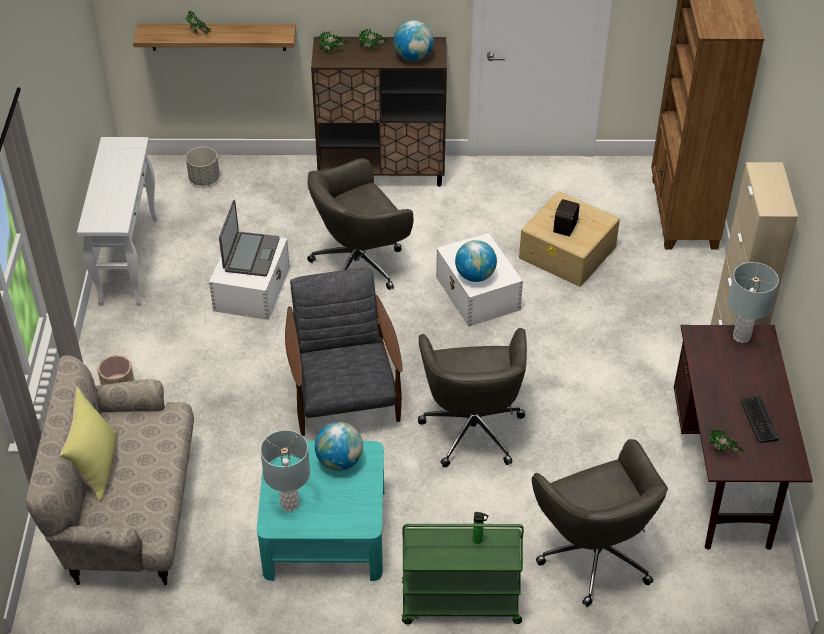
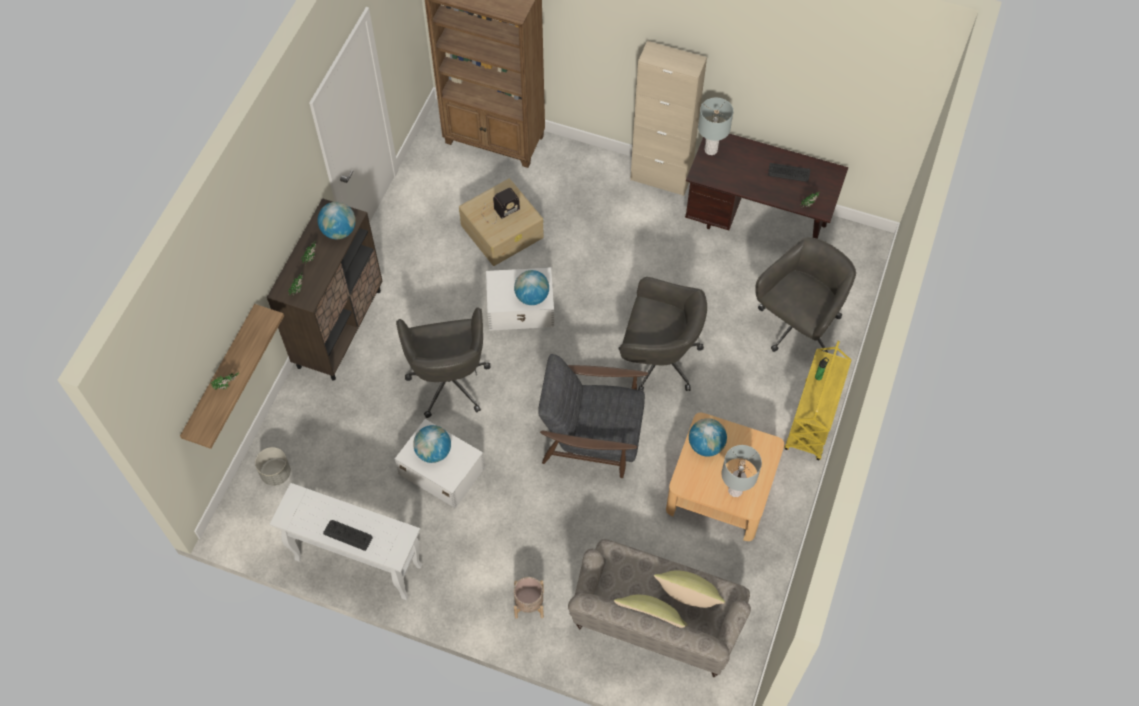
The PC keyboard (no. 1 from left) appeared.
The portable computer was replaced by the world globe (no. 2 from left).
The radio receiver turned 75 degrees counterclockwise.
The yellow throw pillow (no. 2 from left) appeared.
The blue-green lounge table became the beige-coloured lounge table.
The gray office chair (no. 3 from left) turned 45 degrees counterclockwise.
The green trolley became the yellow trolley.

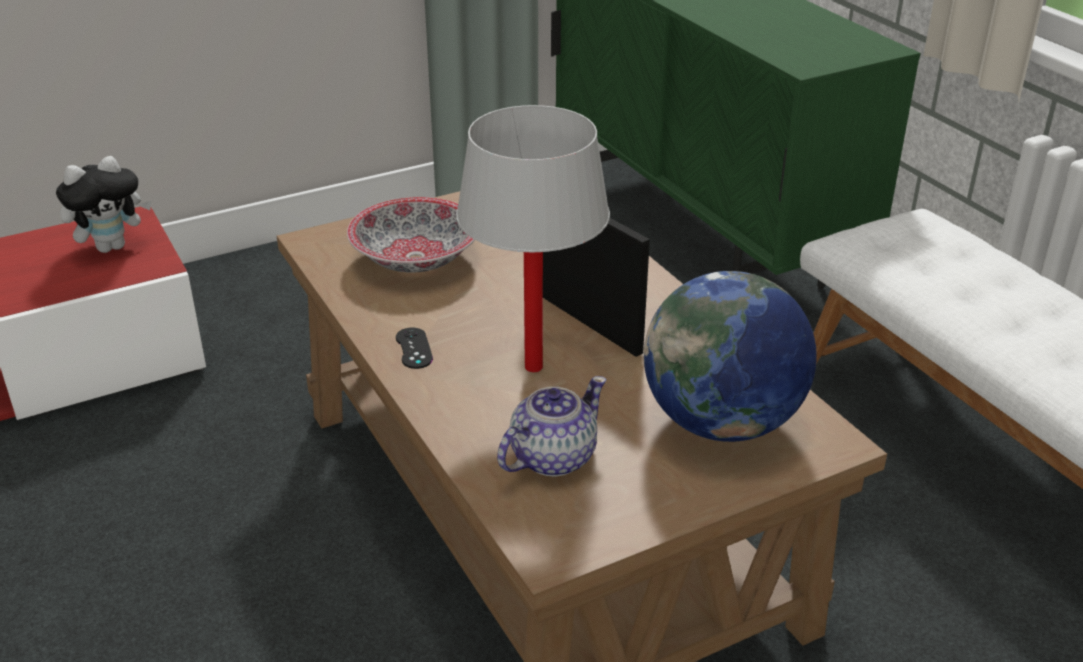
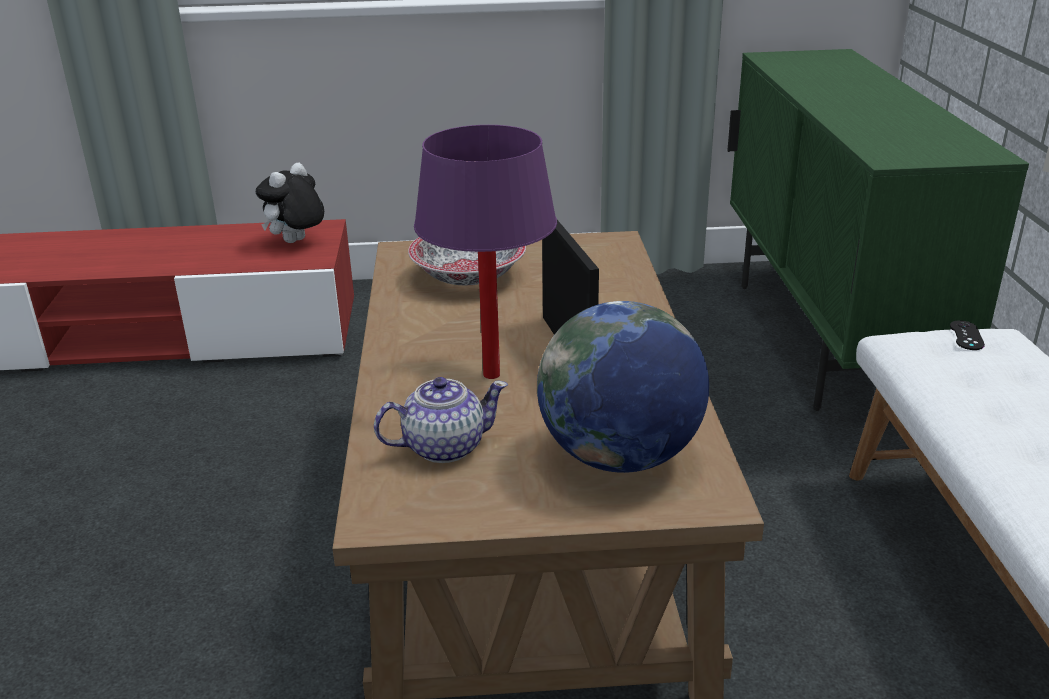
The plush toy turned 135 degrees clockwise.
The white-coloured tabletop lamp became the purplish tabletop lamp.
The black-coloured game controller moved.

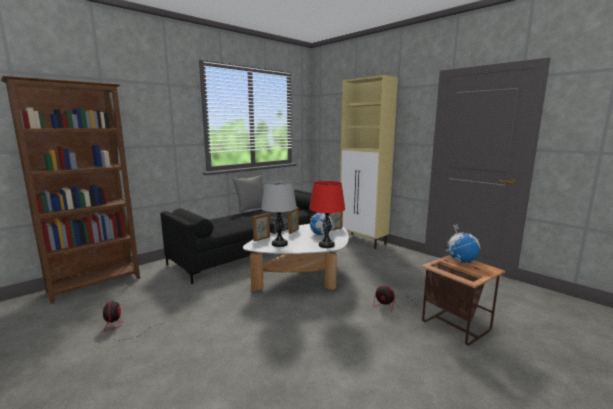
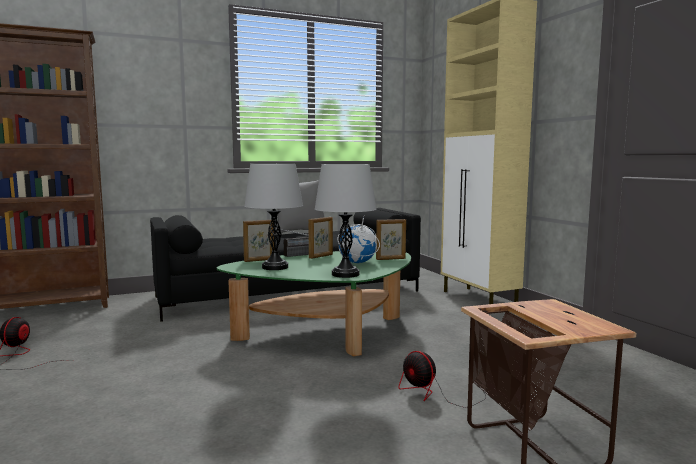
The white-coloured lounge table became the green lounge table.
The reddish tabletop lamp became the gray tabletop lamp (no. 2 from left).
The world globe (no. 2 from left) disappeared.

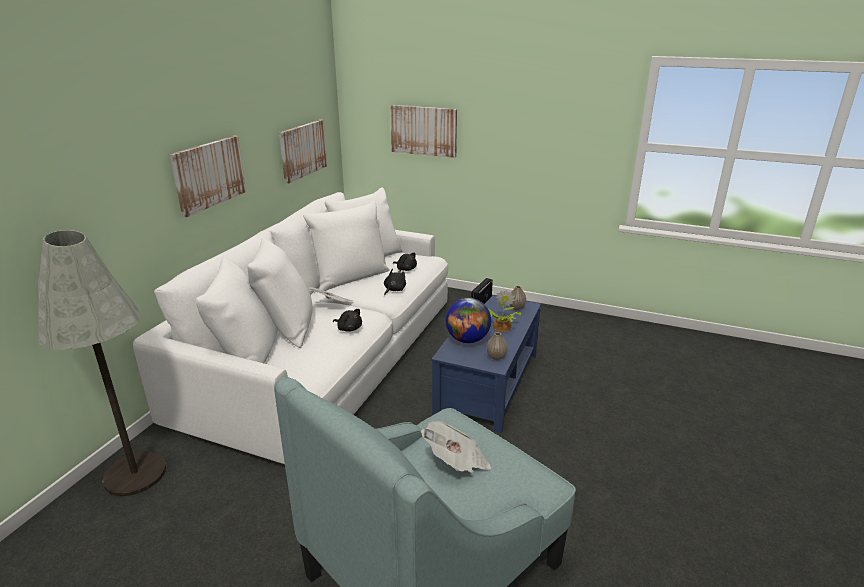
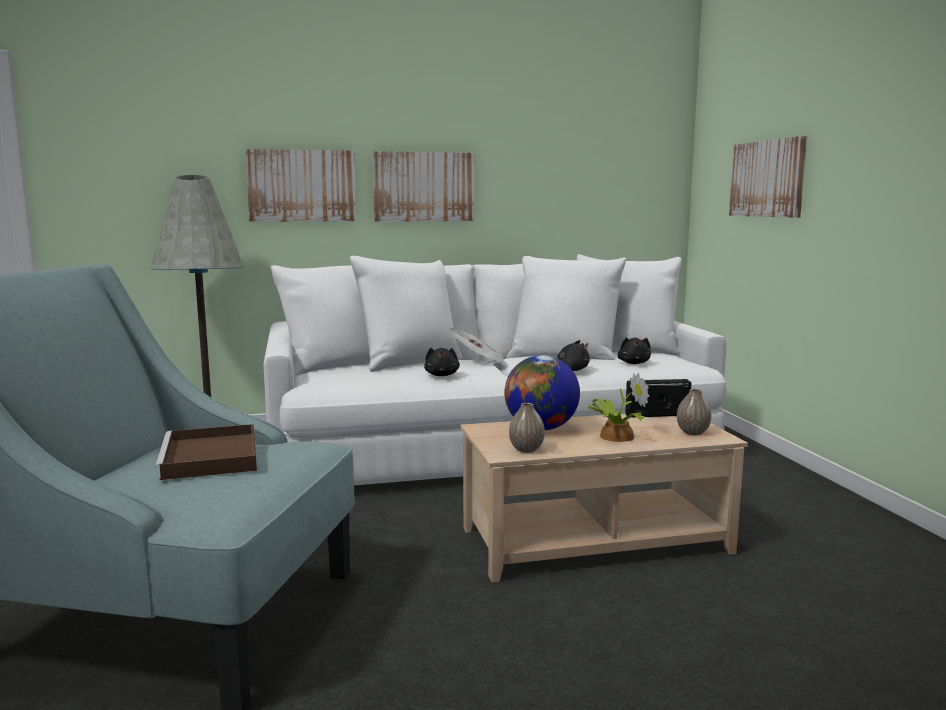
The printed paper (no. 2 from left) was replaced by the brown-coloured tray.
The wall art (no. 2 from left in the first image) moved.
The blue-coloured lounge table became the beige-coloured lounge table.

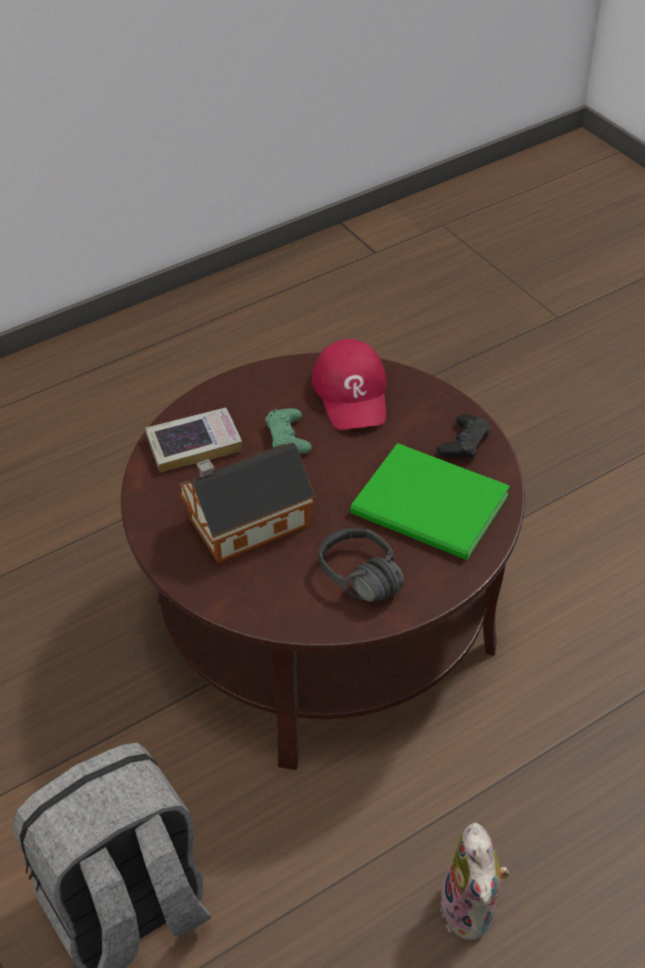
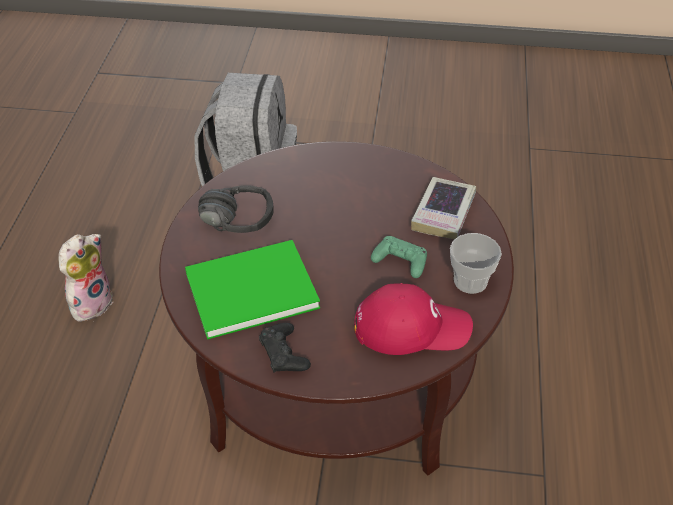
The plush toy turned 90 degrees clockwise.
The reddish peaked cap turned 150 degrees clockwise.
The small cup appeared.
The model house disappeared.

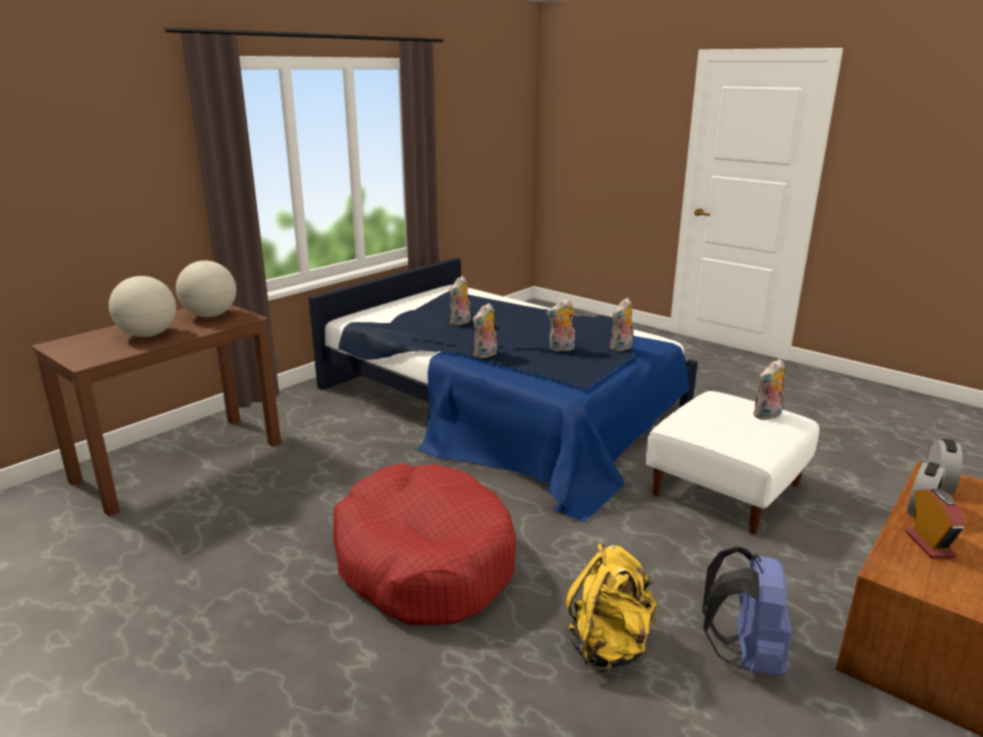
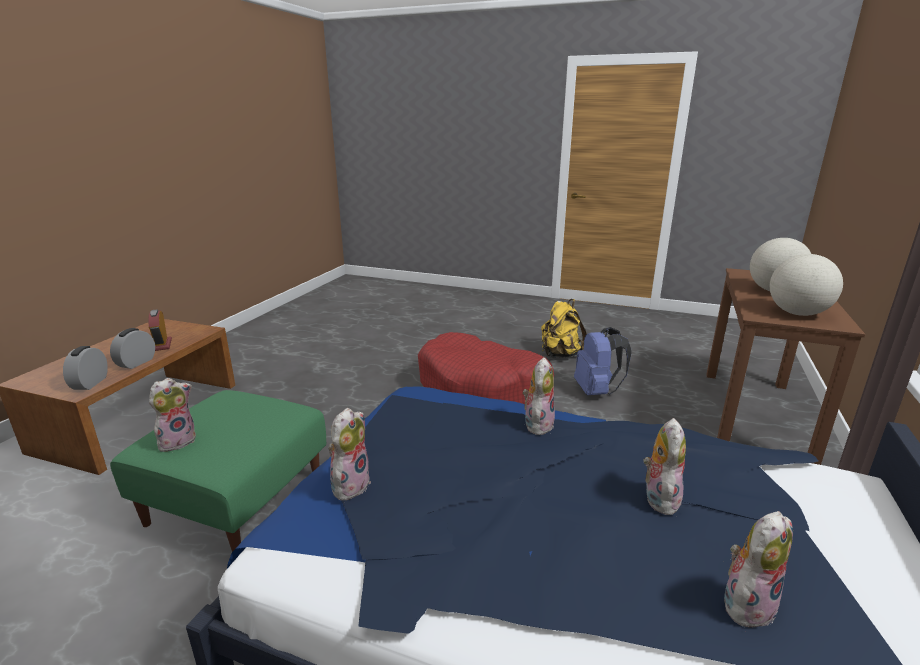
The white-coloured footrest became the green footrest.
The yellow rucksack moved.
The blue-coloured rucksack moved.
The plush toy (no. 3 from left in the first image) moved.

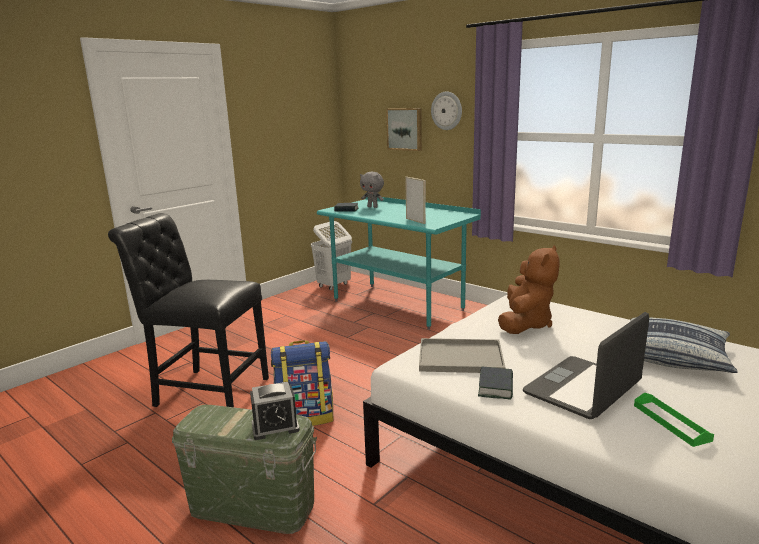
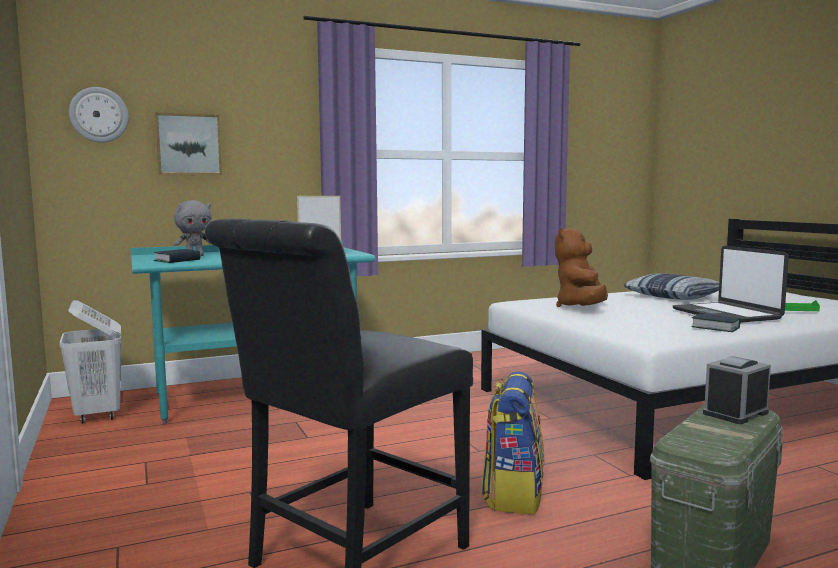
The wall clock moved.
The brown-coloured plush toy turned 120 degrees counterclockwise.
The bedside clock turned 135 degrees counterclockwise.
The gray tray disappeared.

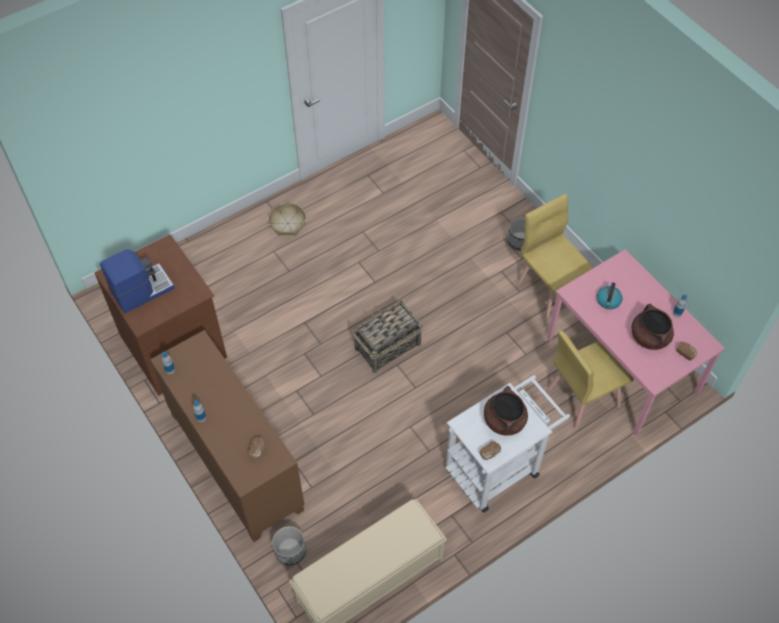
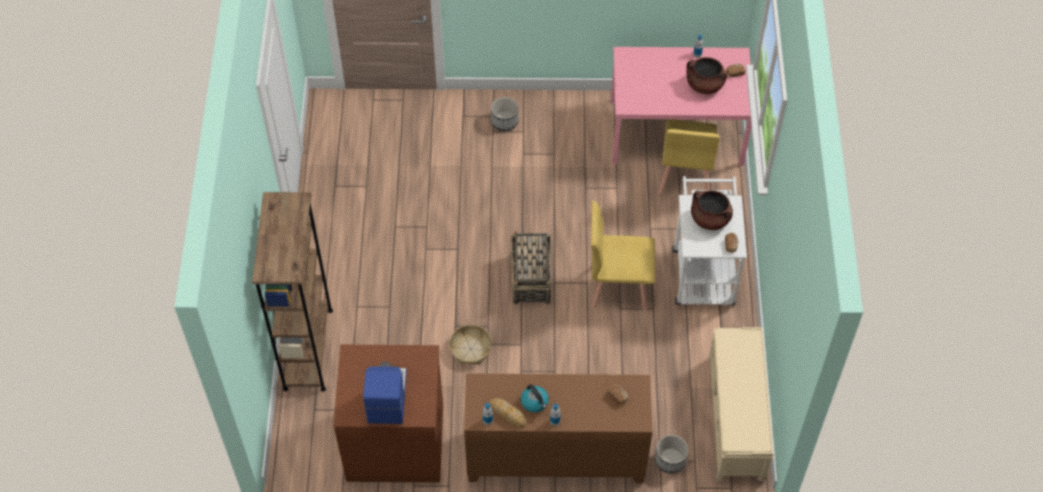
The brown-coloured bookcase appeared.
The storage basket (no. 1 from left) moved.
The baked bread (no. 1 from left) appeared.
The water kettle moved.
The yellow upright chair (no. 1 from left) moved.

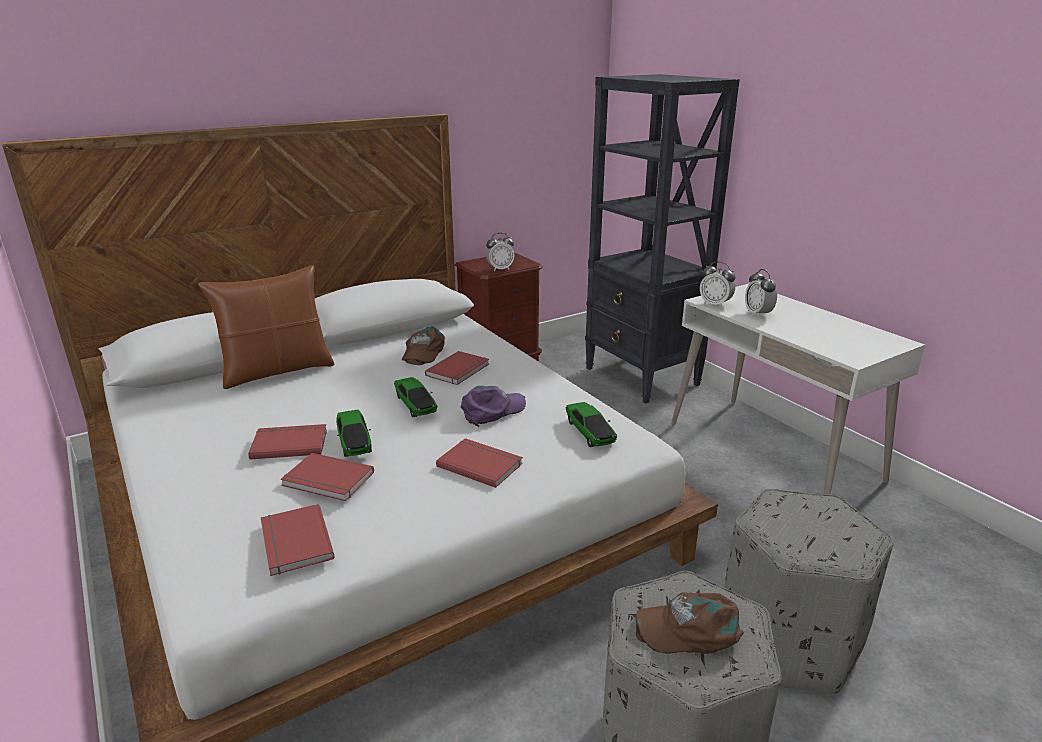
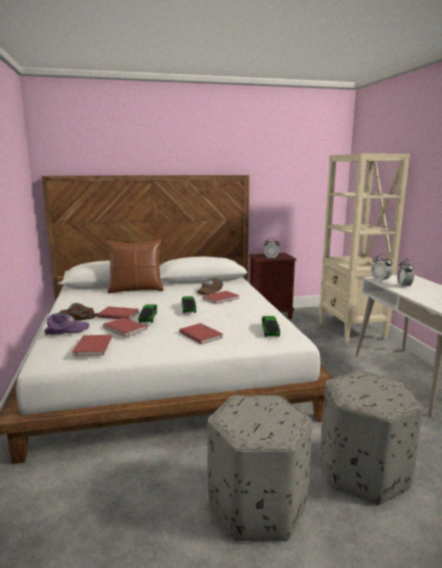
The purplish peaked cap moved.
The brown-coloured peaked cap (no. 2 from left in the first image) moved.
The black-coloured bookcase became the beige-coloured bookcase.

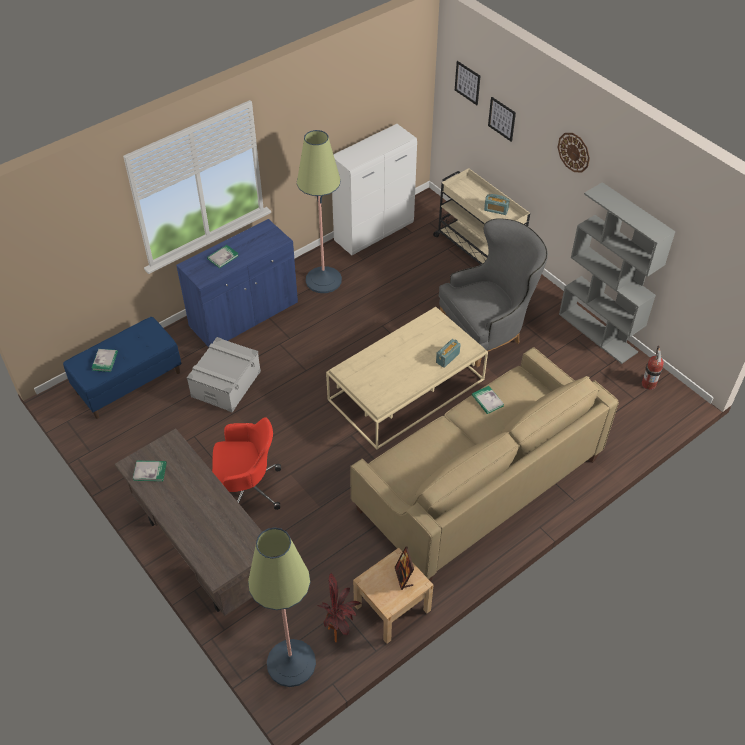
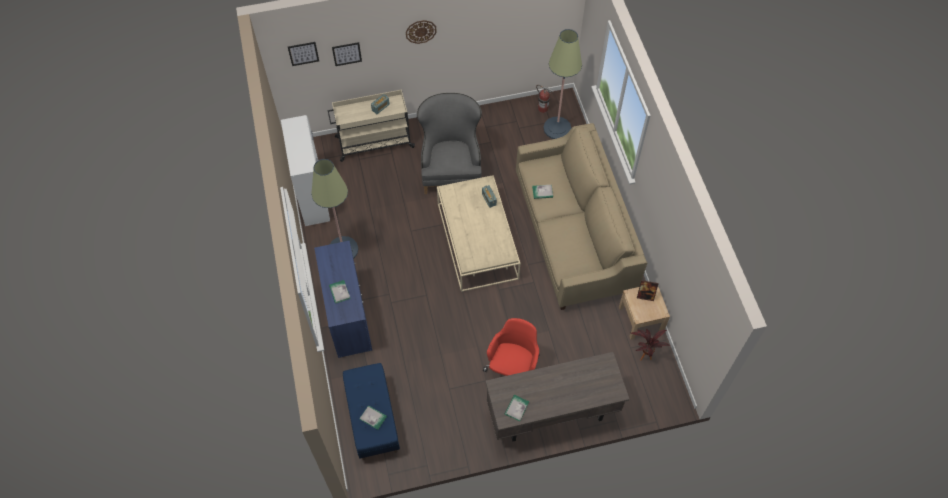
The floor lamp (no. 1 from left in the first image) moved.
The gray storage container disappeared.
The gray bookcase disappeared.

